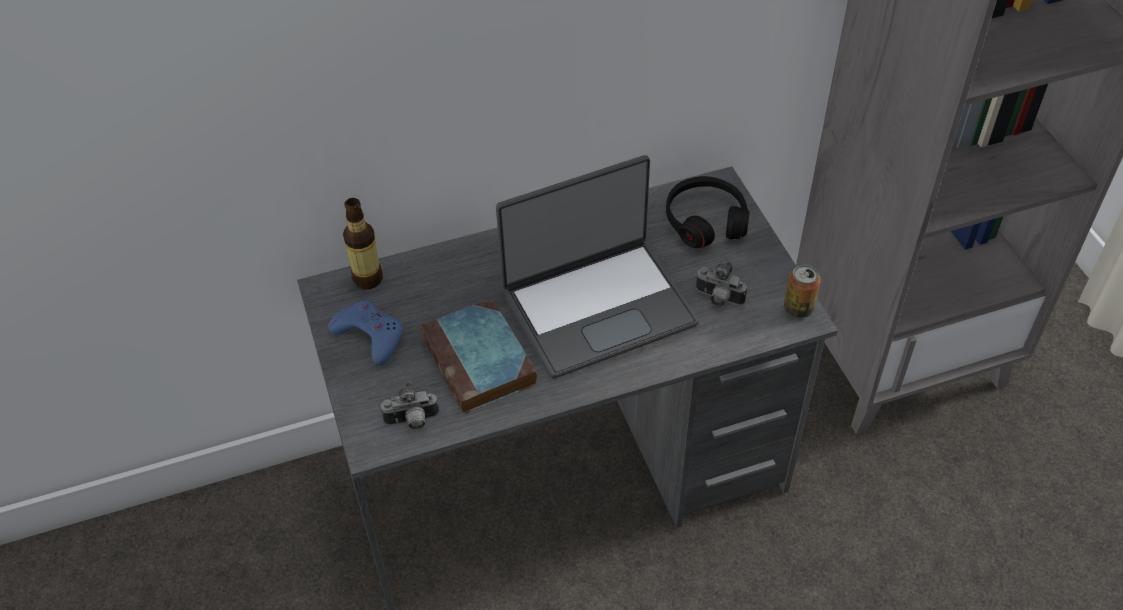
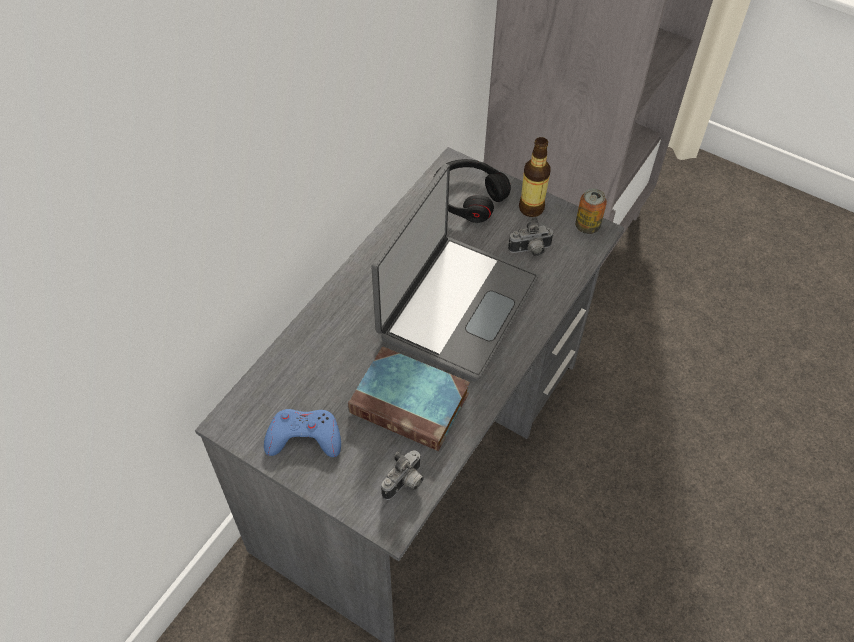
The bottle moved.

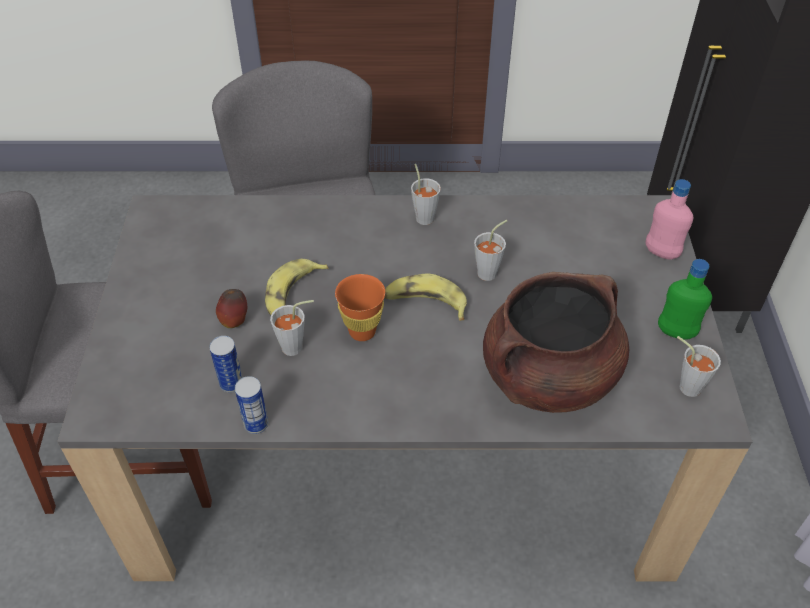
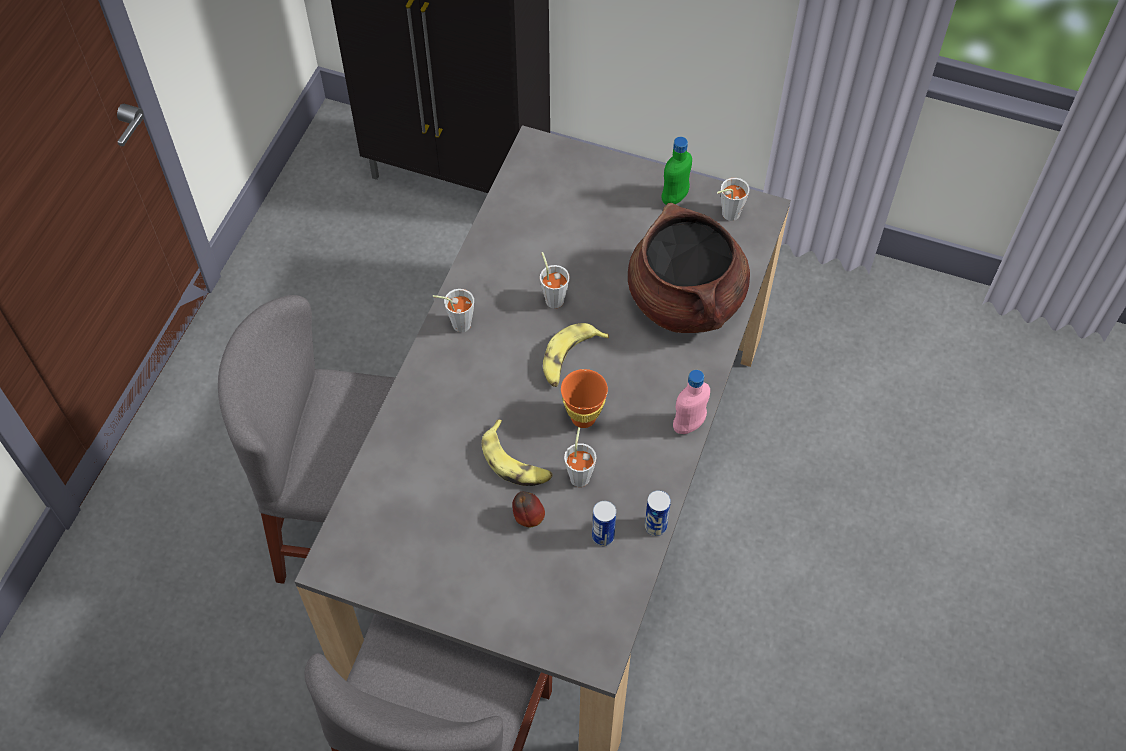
The pinkish bottle moved.

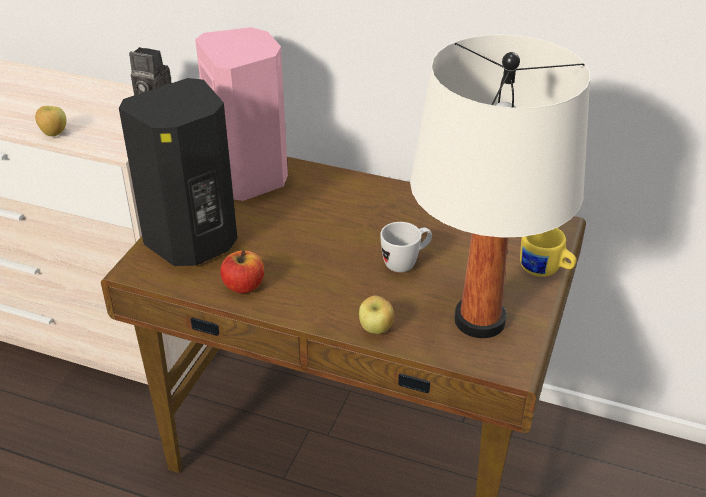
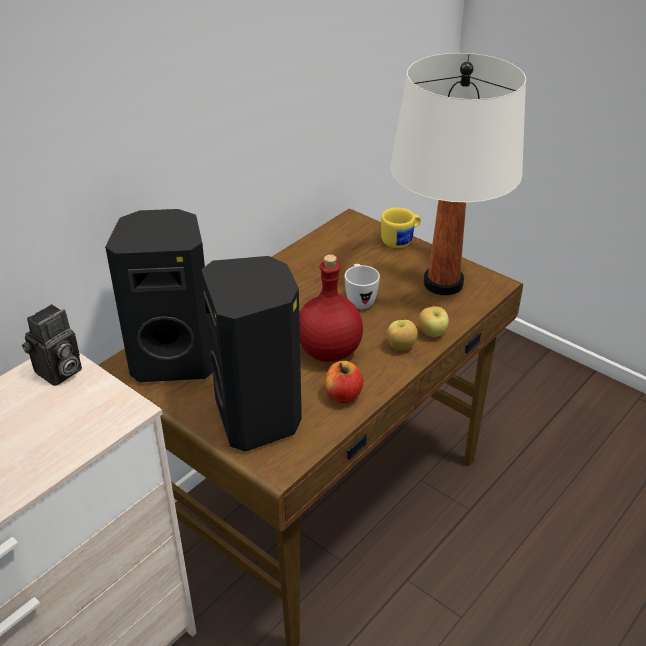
The pinkish speaker became the black-coloured speaker (no. 1 from left).
The reddish bottle appeared.
The apple (no. 1 from left in the first image) moved.

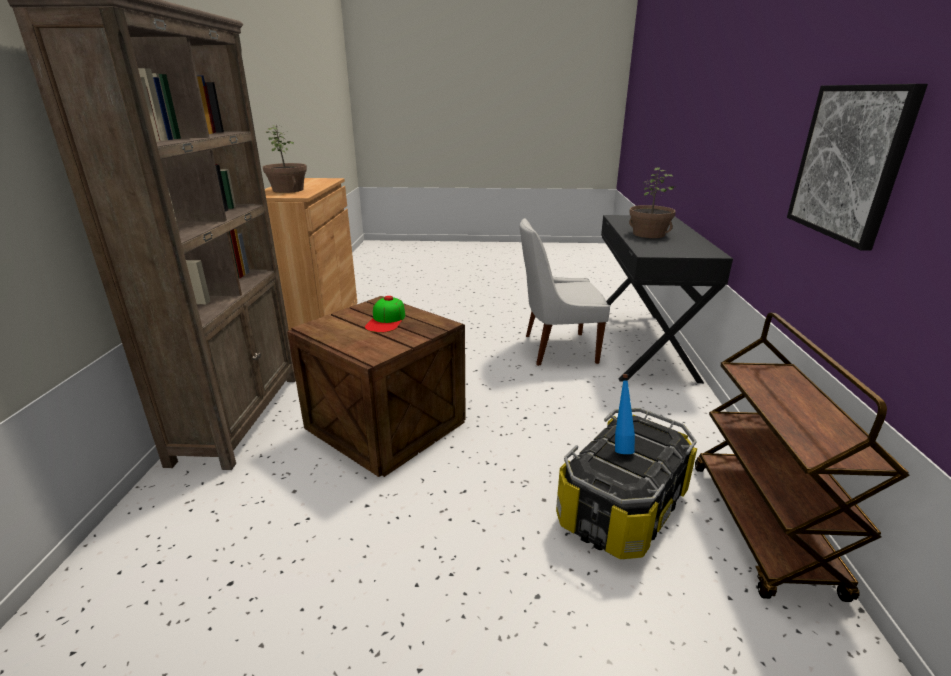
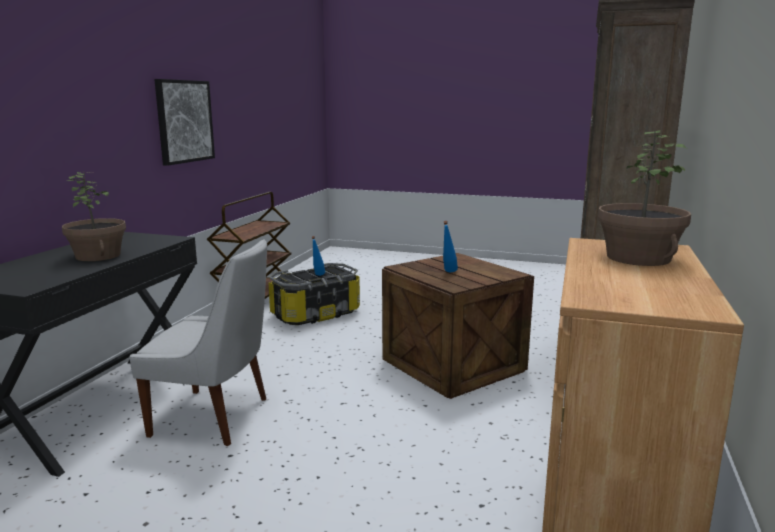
The peaked cap was replaced by the blue-coloured bottle (no. 2 from left).

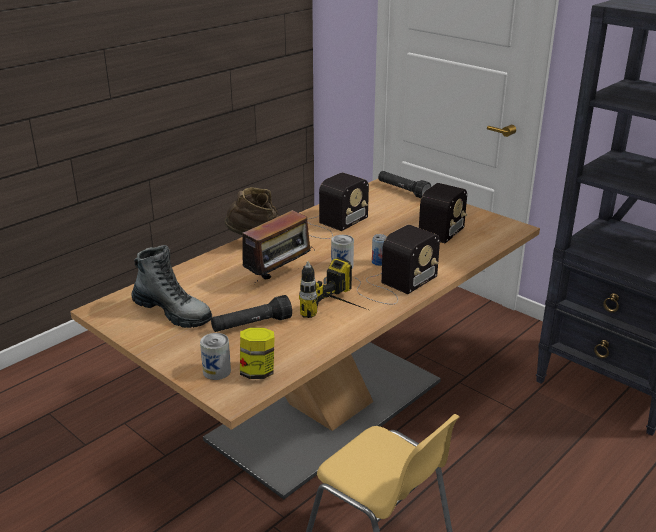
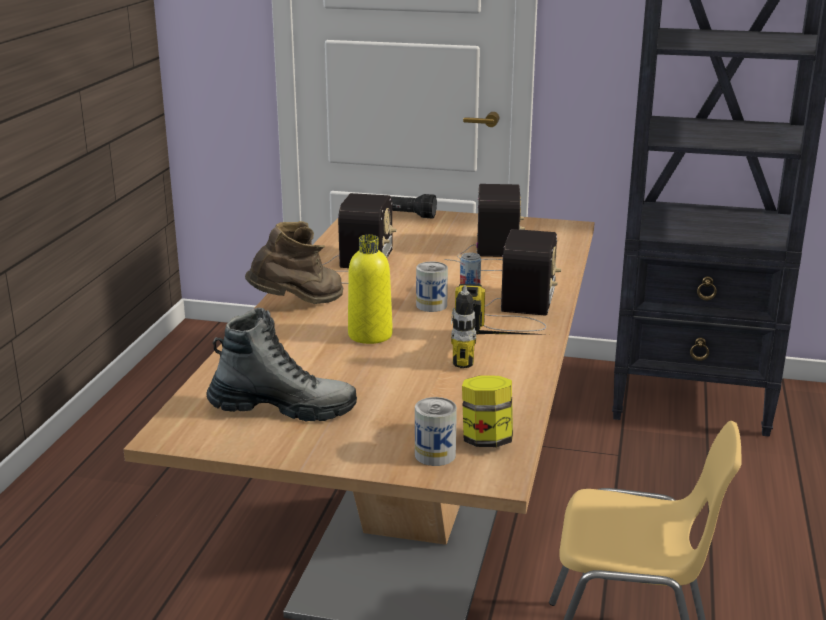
The radio receiver (no. 1 from left) was replaced by the yellow bottle.
The black-coloured torch (no. 1 from left) disappeared.

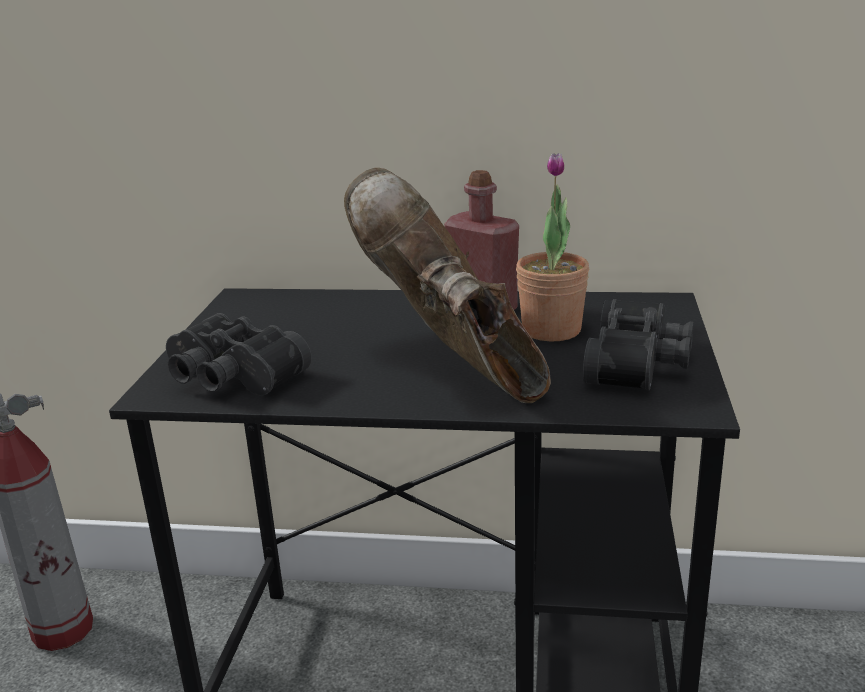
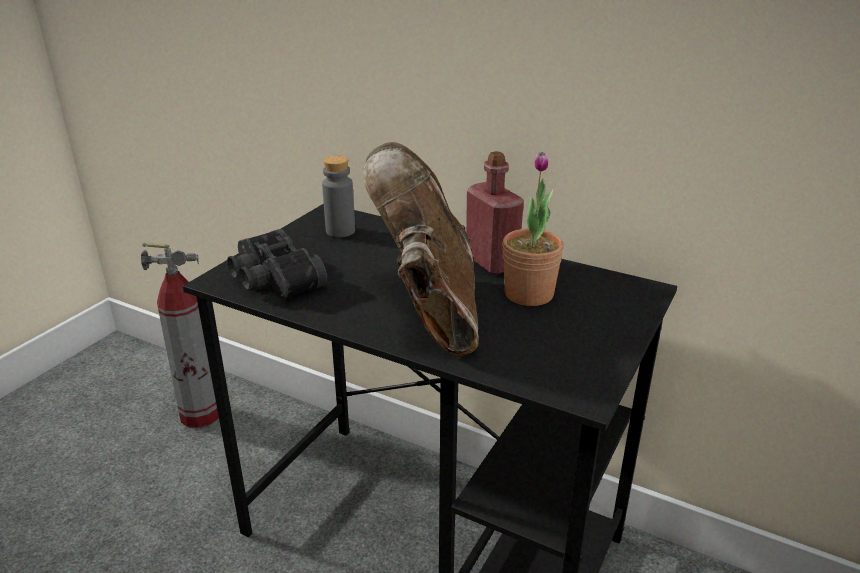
The gray bottle appeared.
The black-coloured field glasses (no. 2 from left) disappeared.

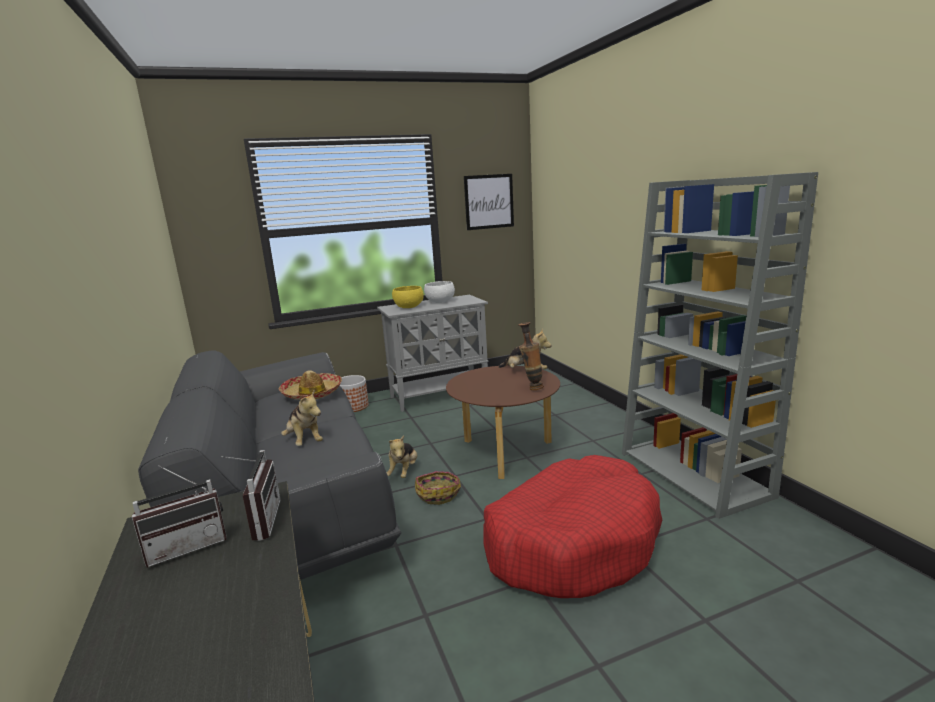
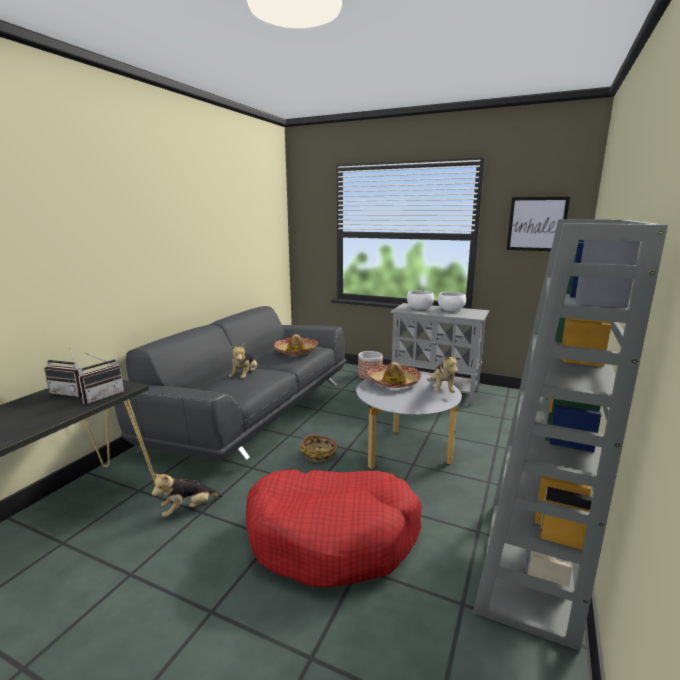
The plush toy (no. 2 from left in the first image) moved.
The brown-coloured lounge table became the gray lounge table.
The hat (no. 2 from left) appeared.
The yellow bowl became the white-coloured bowl (no. 1 from left).
The decorative vase disappeared.

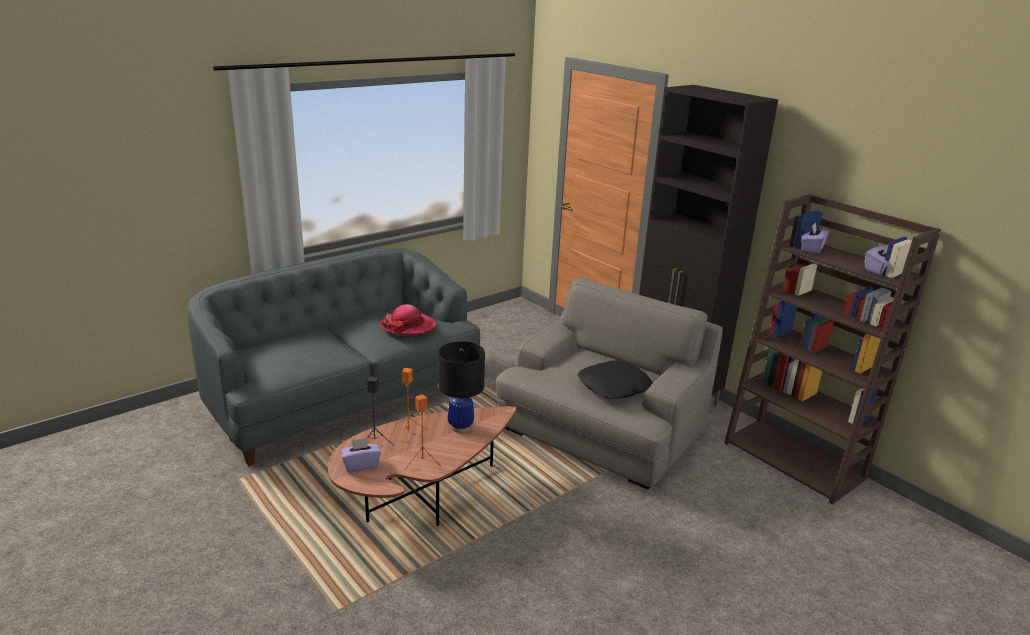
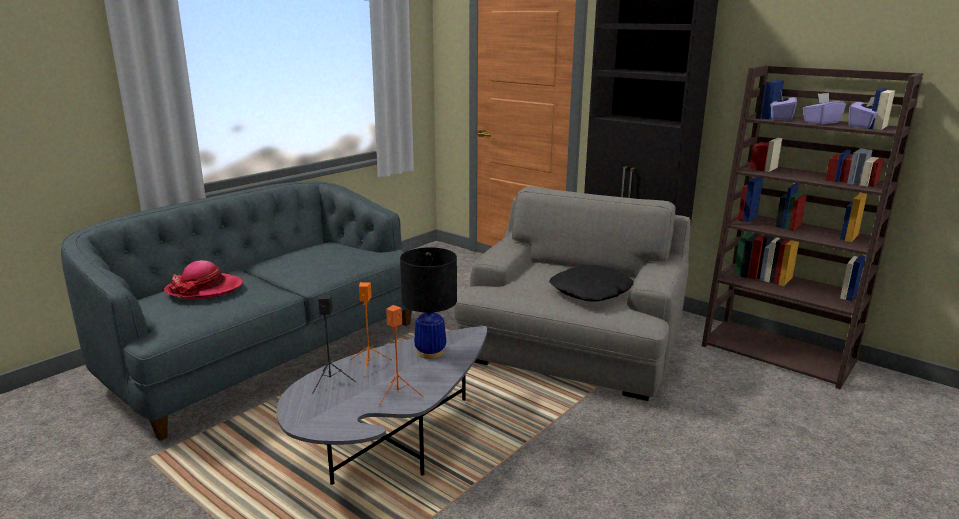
The hat moved.
The brown-coloured lounge table became the gray lounge table.
The purplish box of tissues (no. 1 from left in the first image) moved.

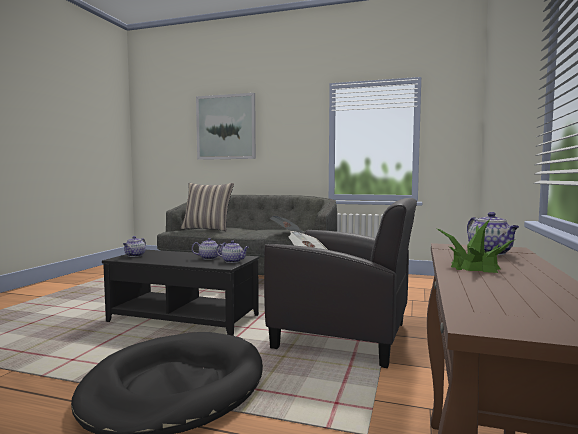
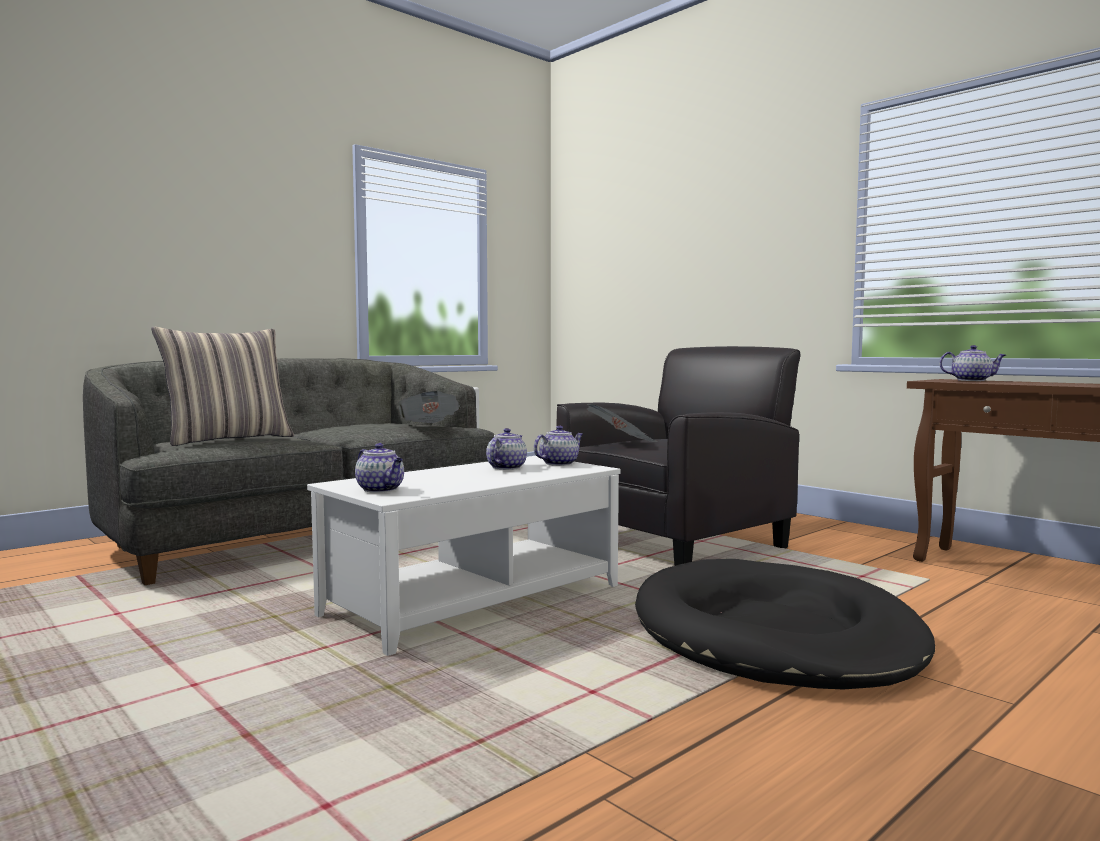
The black-coloured lounge table became the white-coloured lounge table.
The wall art disappeared.
The plant in a pot disappeared.

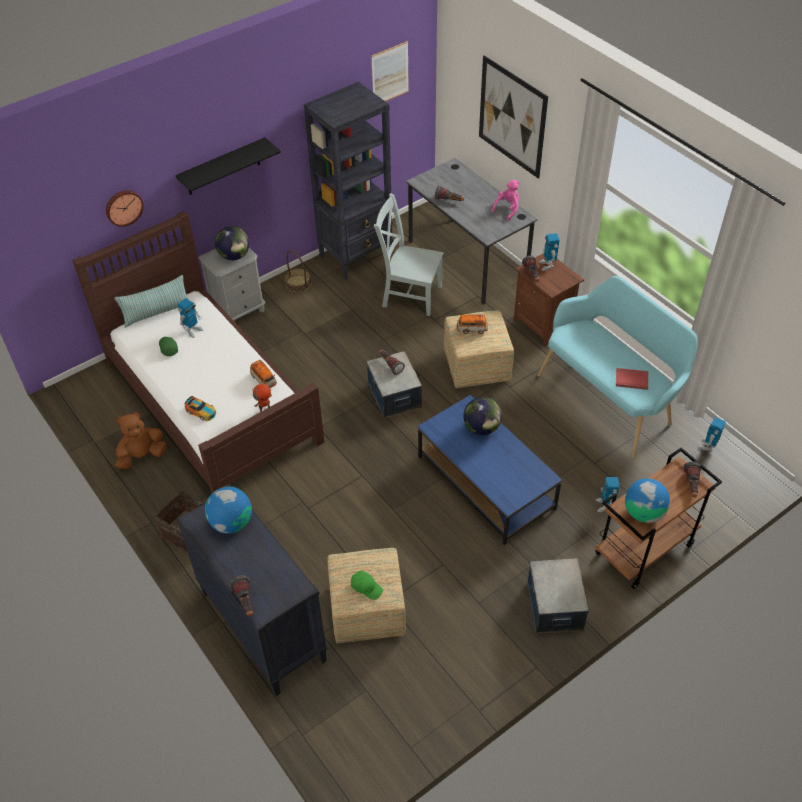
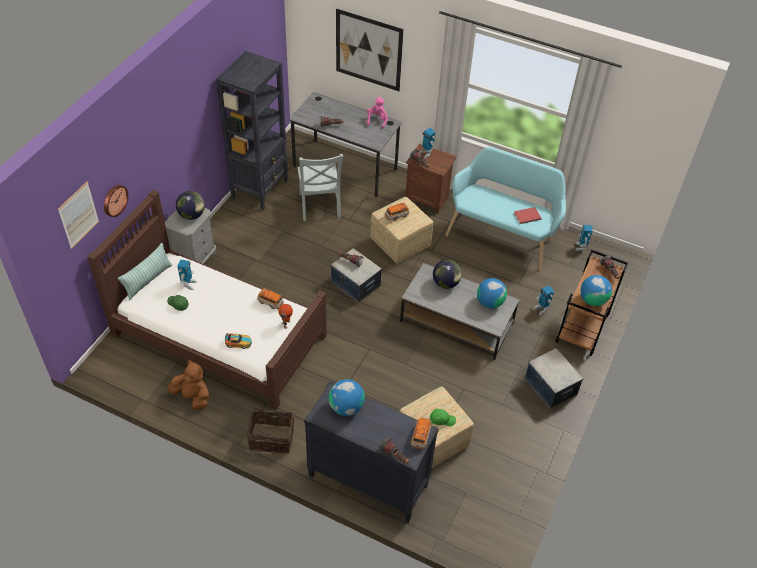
The wall art (no. 1 from left) moved.
The brown-coloured plush toy turned 90 degrees clockwise.
The gray upright chair turned 90 degrees counterclockwise.
The blue-coloured lounge table became the gray lounge table.
The toy car (no. 4 from left) appeared.
The world globe (no. 4 from left) appeared.
The black-coloured shelf disappeared.
The storage basket (no. 2 from left) disappeared.

